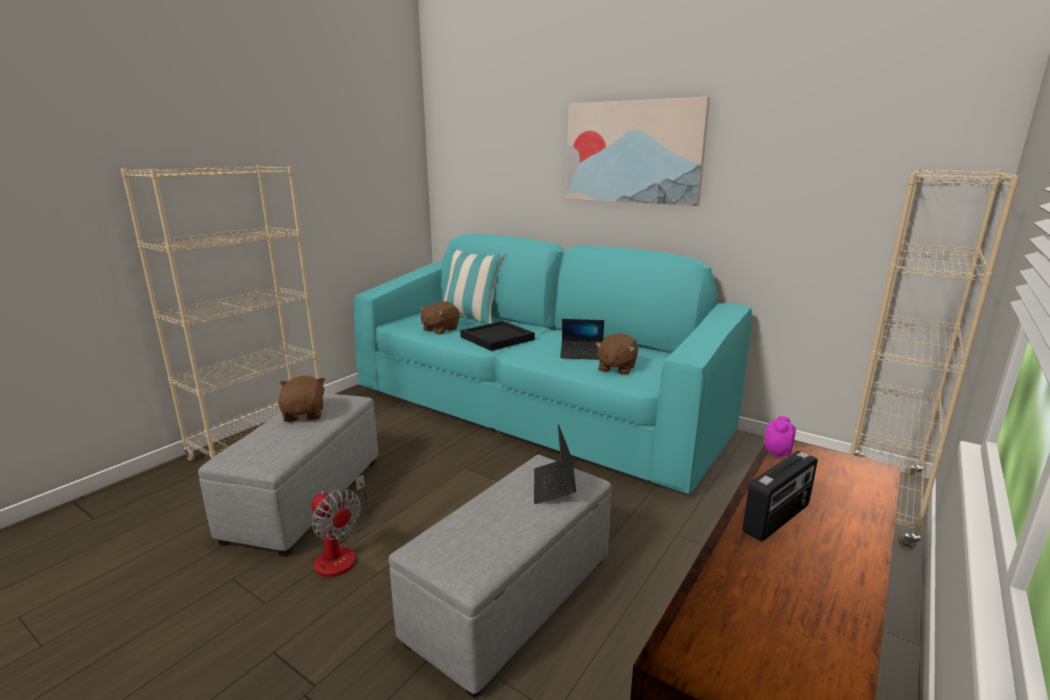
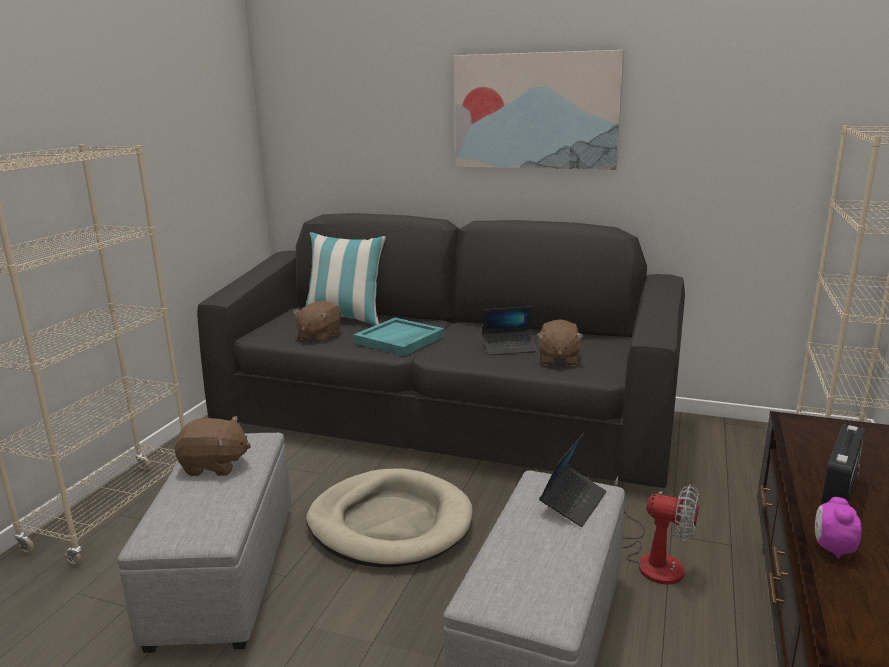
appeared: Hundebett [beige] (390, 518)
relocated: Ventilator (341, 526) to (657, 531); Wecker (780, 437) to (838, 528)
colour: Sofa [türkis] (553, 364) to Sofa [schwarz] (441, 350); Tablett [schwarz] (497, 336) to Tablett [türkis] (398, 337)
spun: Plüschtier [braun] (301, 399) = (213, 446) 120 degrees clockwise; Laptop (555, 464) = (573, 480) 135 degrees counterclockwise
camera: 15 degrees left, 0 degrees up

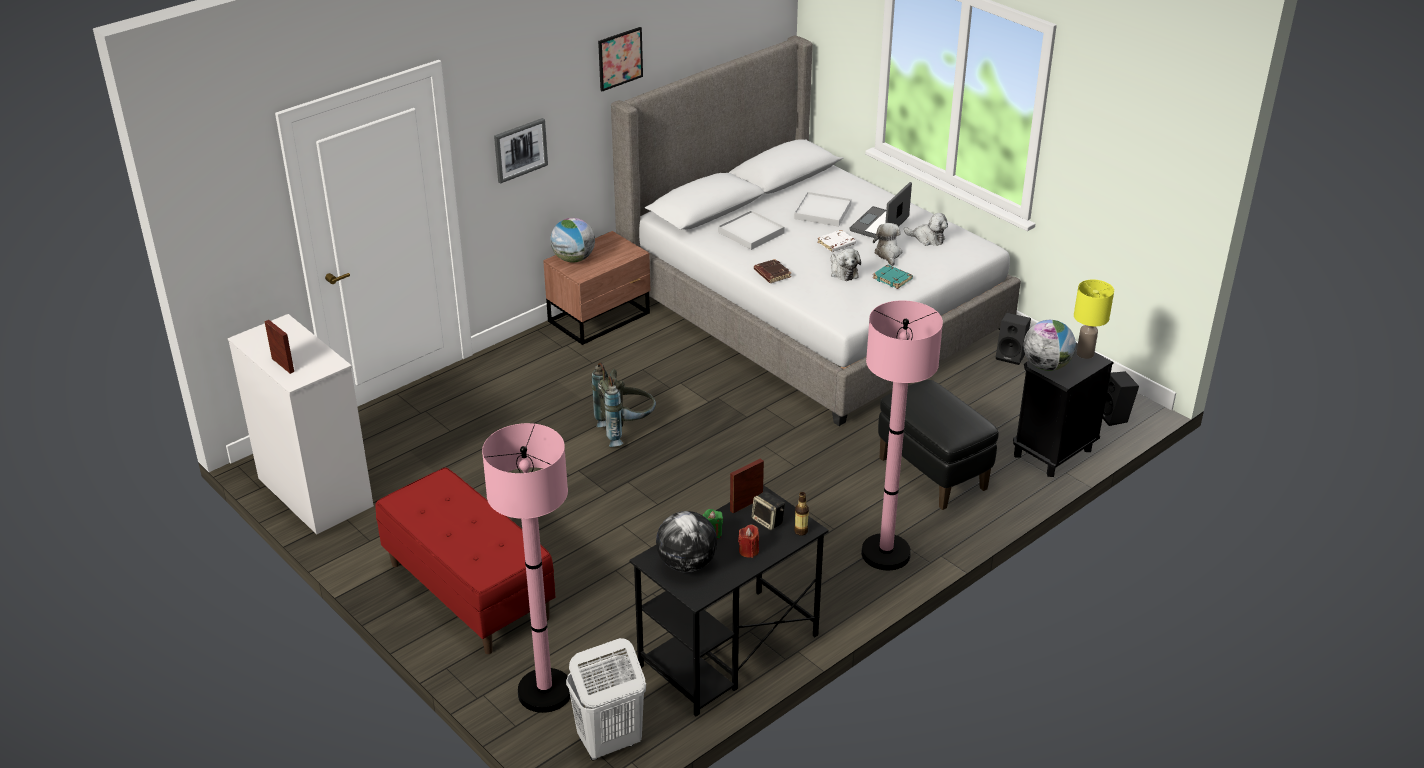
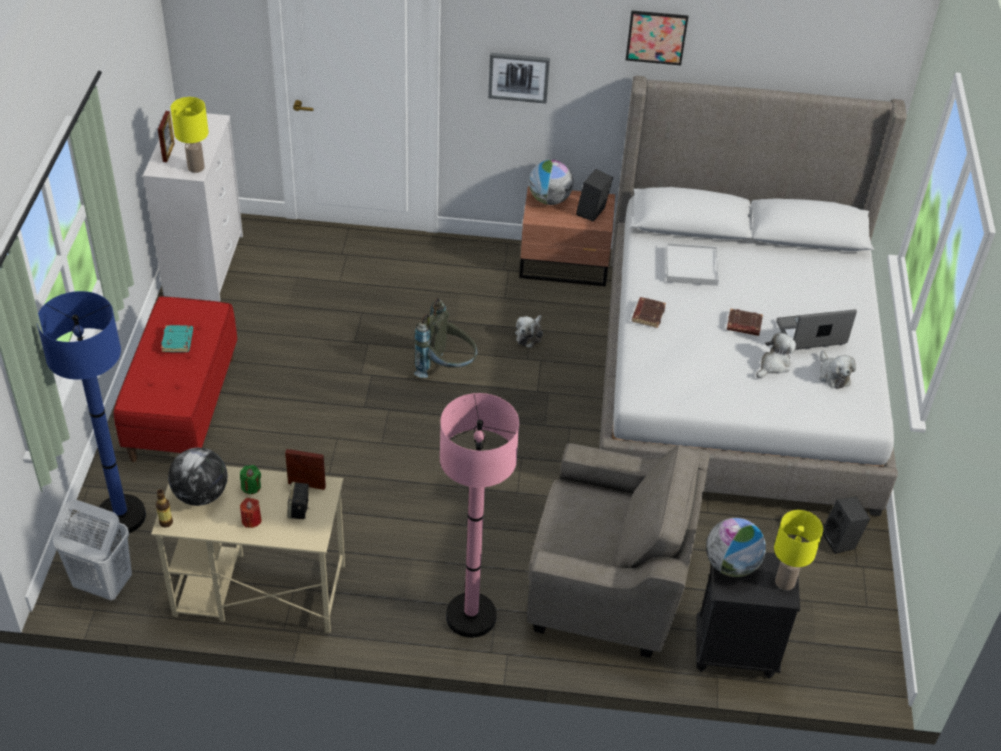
missing: Tablett [weiß] (822, 209)
appeared: Tischlampe [gelb] (190, 135)
relocated: Flasche (801, 514) to (164, 508); Plüschtier (846, 264) to (529, 331); Buch [türkis] (893, 277) to (177, 338); Lautsprecher [schwarz] (1120, 398) to (594, 195)
exchanged: Polsterhocker [schwarz] (938, 445) to Sessel [grau] (618, 550)
colour: Stehlampe [rosa] (526, 568) to Stehlampe [blau] (91, 413); Schreibtisch [schwarz] (729, 600) to Schreibtisch [beige] (248, 549); Buch [weiß] (836, 241) to Buch [braun] (745, 322)
camera: 45 degrees right, 10 degrees up

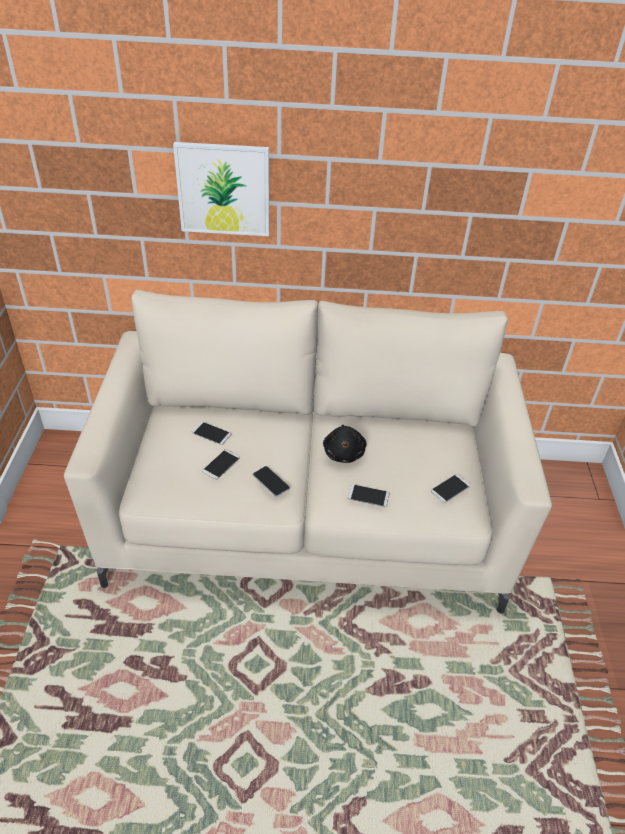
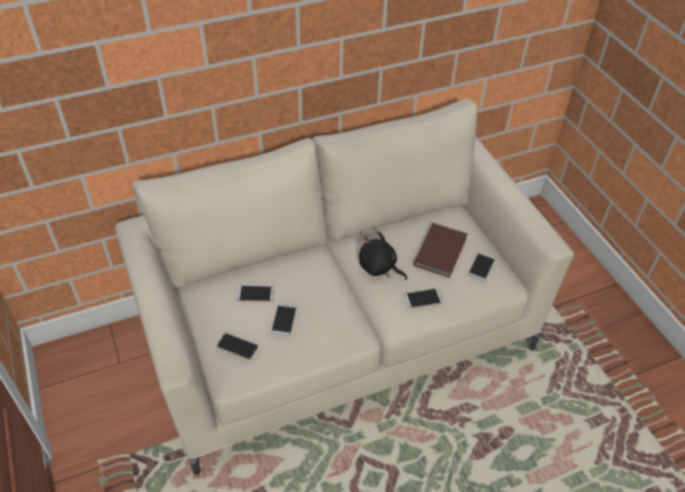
missing: Bild (221, 189)
appeared: Buch [braun] (440, 250)
relocated: Handy (271, 481) to (237, 346)
spun: Plüschtier [schwarz] (345, 444) = (383, 255) 150 degrees clockwise
camera: 25 degrees left, 5 degrees up

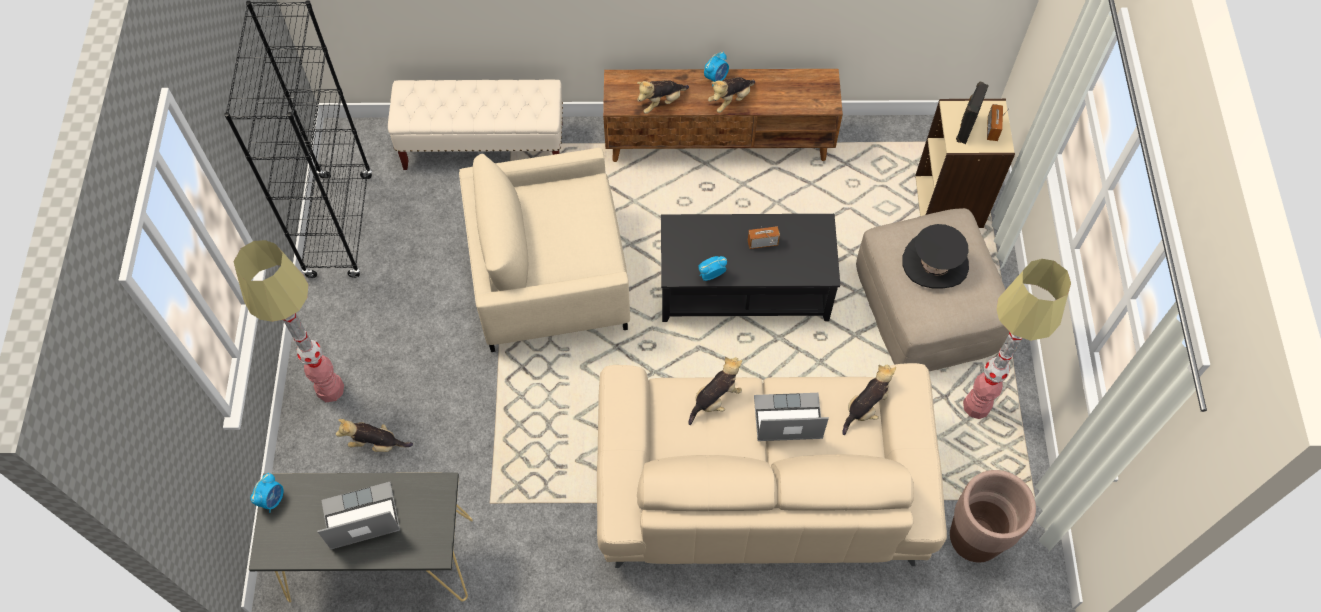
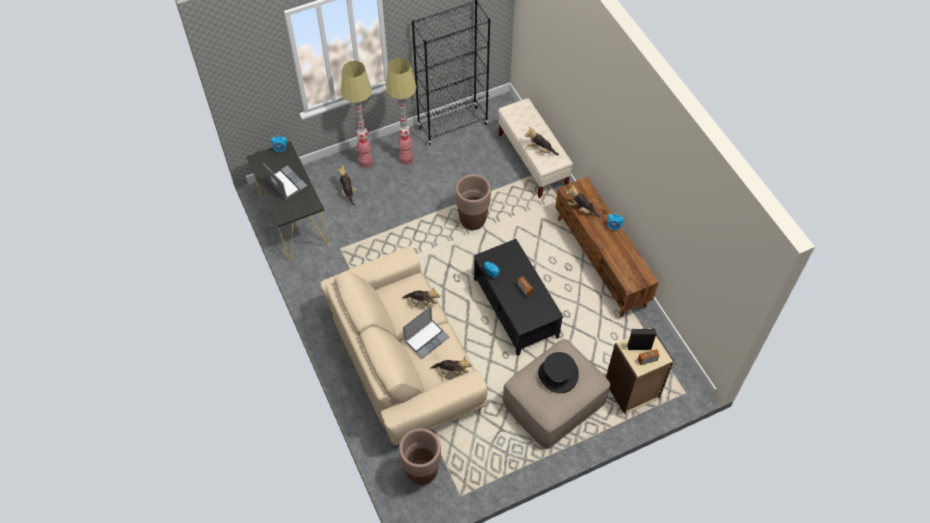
relocated: Plüschtier (731, 95) to (541, 141); Stehlampe (1017, 339) to (401, 111)
exchanged: Sessel [beige] (544, 250) to Pflanzkübel [braun] (473, 202)
spun: Laptop (791, 417) = (426, 332) 75 degrees clockwise
camera: 65 degrees right, 5 degrees down

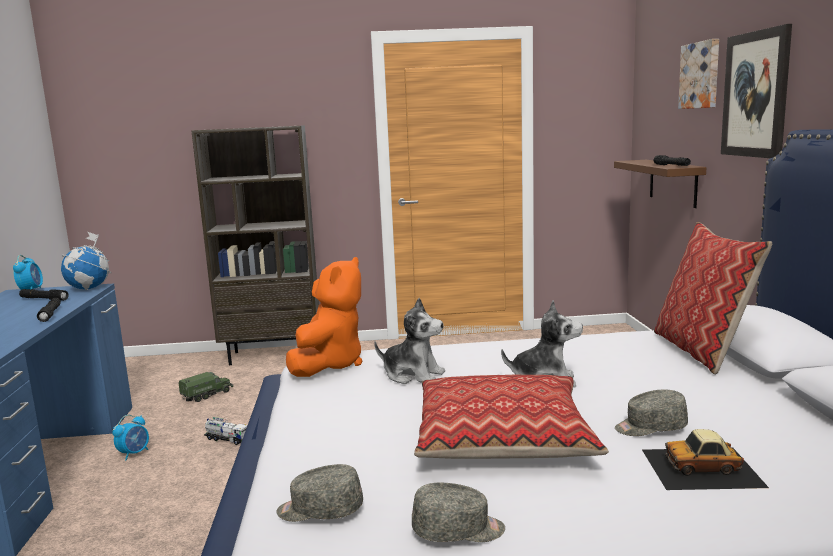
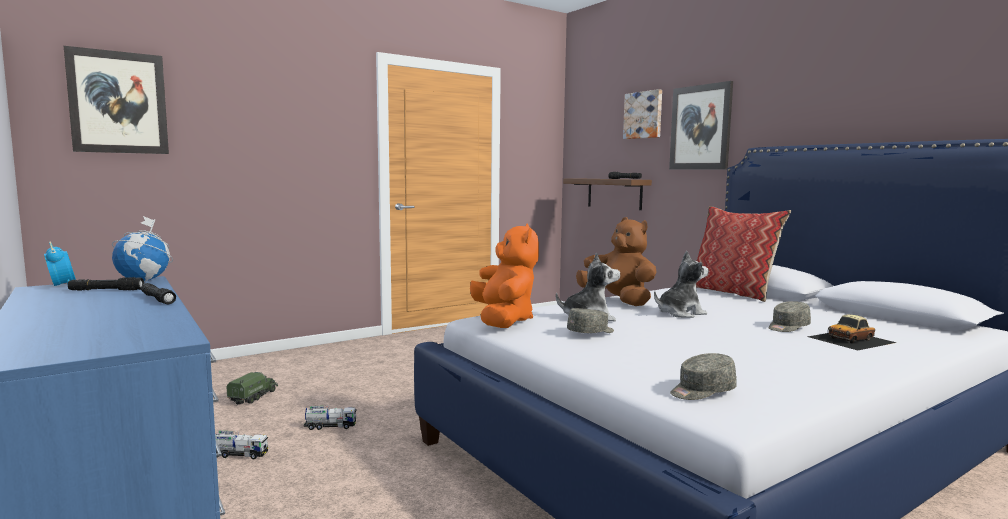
missing: Bücherregal [braun] (255, 245); Kissen (511, 417)
appeared: Bild (116, 100); Plüschtier [braun] (616, 261)
relocated: Kappe [grau] (458, 512) to (590, 320)
exchanged: Wecker (130, 437) to Spielzeuglaster (241, 445)
camera: 30 degrees left, 5 degrees down

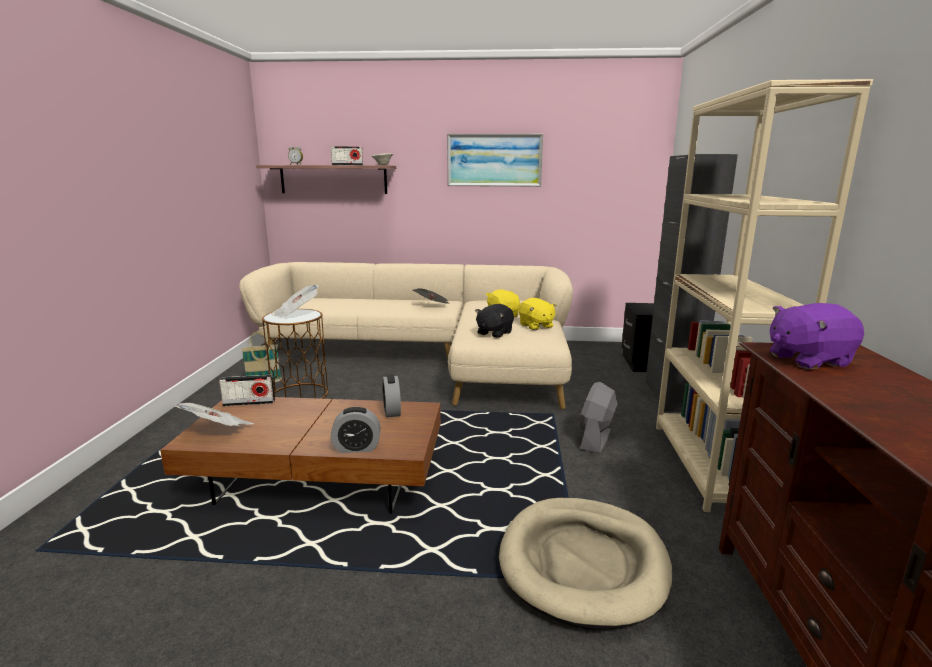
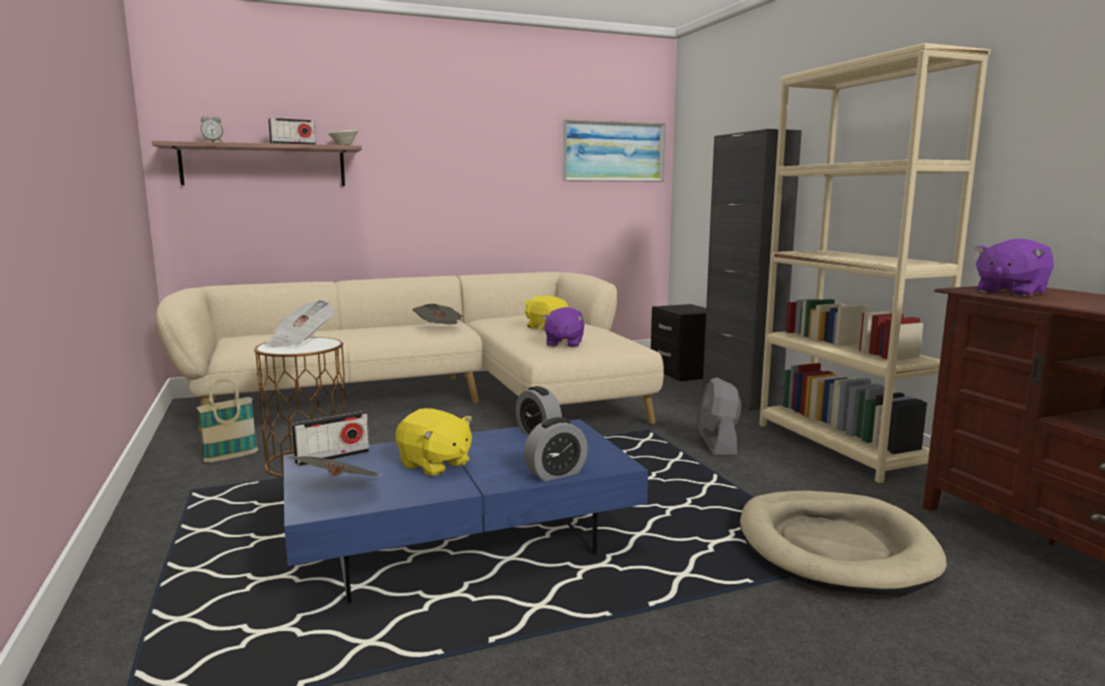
relocated: Bild (495, 160) to (614, 150); Plüschtier [gelb] (538, 314) to (434, 442)
colour: Couchtisch [braun] (300, 455) to Couchtisch [blau] (465, 511); Plüschtier [schwarz] (494, 321) to Plüschtier [lila] (563, 327)
camera: 25 degrees left, 5 degrees down

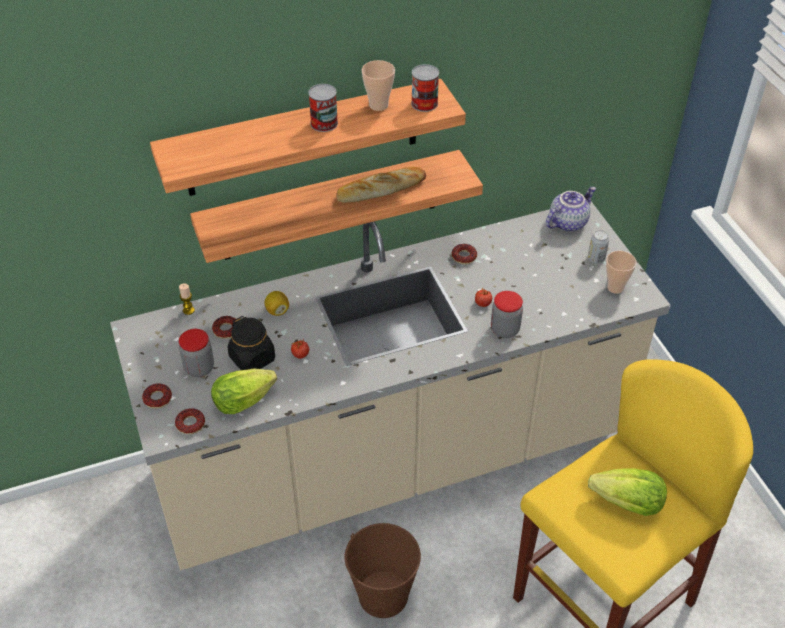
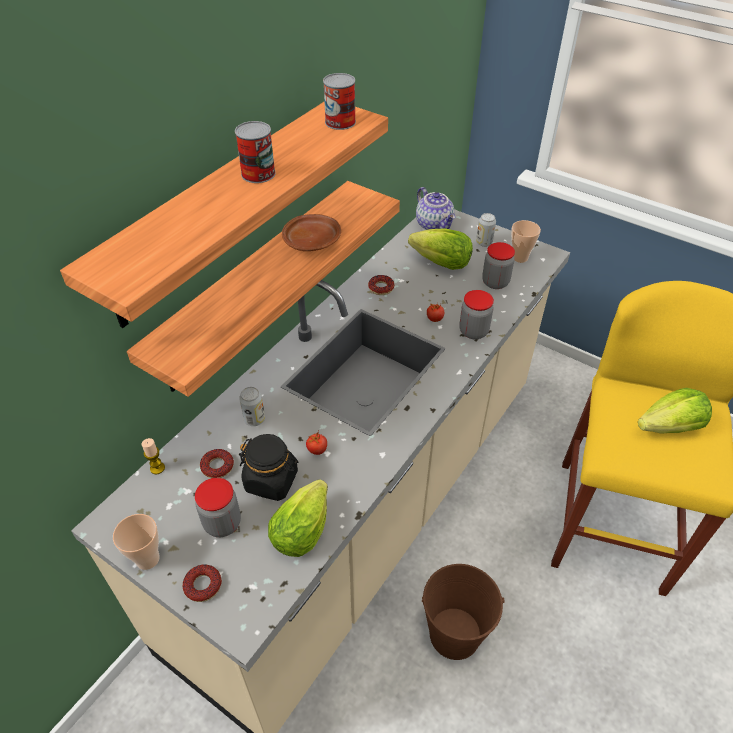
missing: Donut (190, 421)
appeared: Salatkopf (440, 249); Vorratsglas (498, 265)
relocated: Tasse (378, 85) to (136, 542)
exchanged: Zitrone (277, 303) to Dose (252, 406); Brot (381, 185) to Teller [braun] (311, 232)
spun: Teekanne (571, 209) = (435, 208) 135 degrees clockwise
camera: 35 degrees left, 0 degrees up

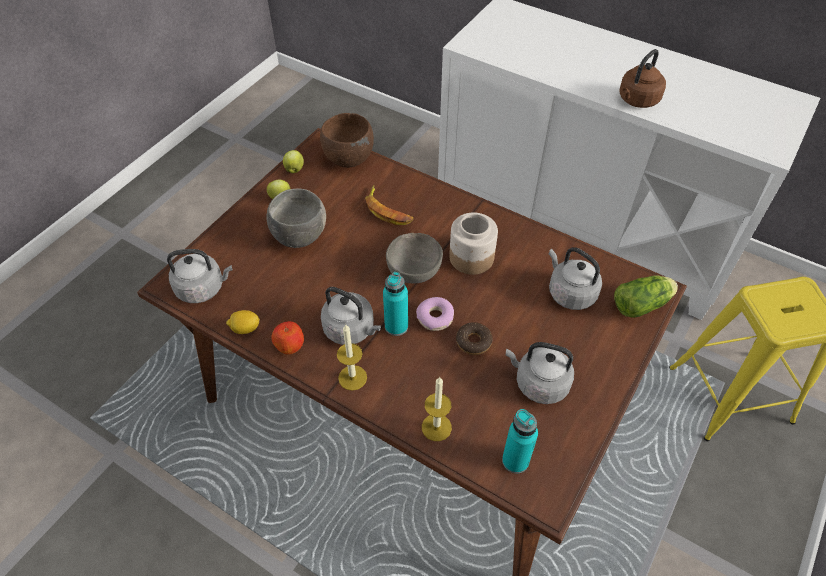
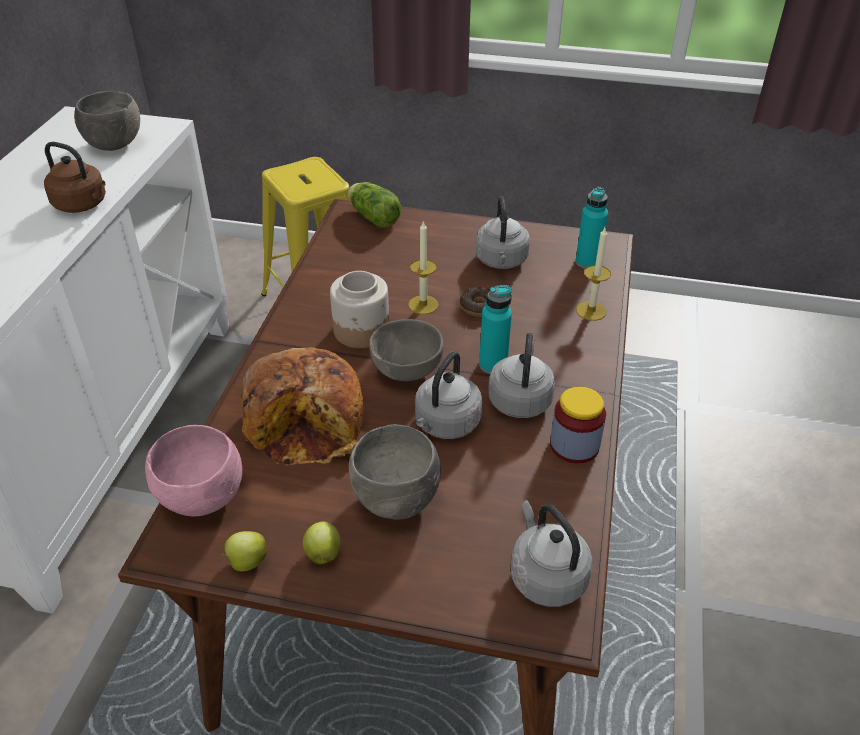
missing: Zitrone (243, 322); Donut (435, 314)
appeared: Schüssel [grau] (107, 121)
relocated: Kerze (352, 357) to (423, 268); Wasserkessel [grau] (575, 278) to (448, 395)
exchanged: Apfel (287, 338) to Vorratsglas (578, 425); Banane (389, 205) to Brot (302, 406)
colour: Schüssel [braun] (347, 140) to Schüssel [rosa] (194, 470)
camera: 110 degrees left, 10 degrees down

